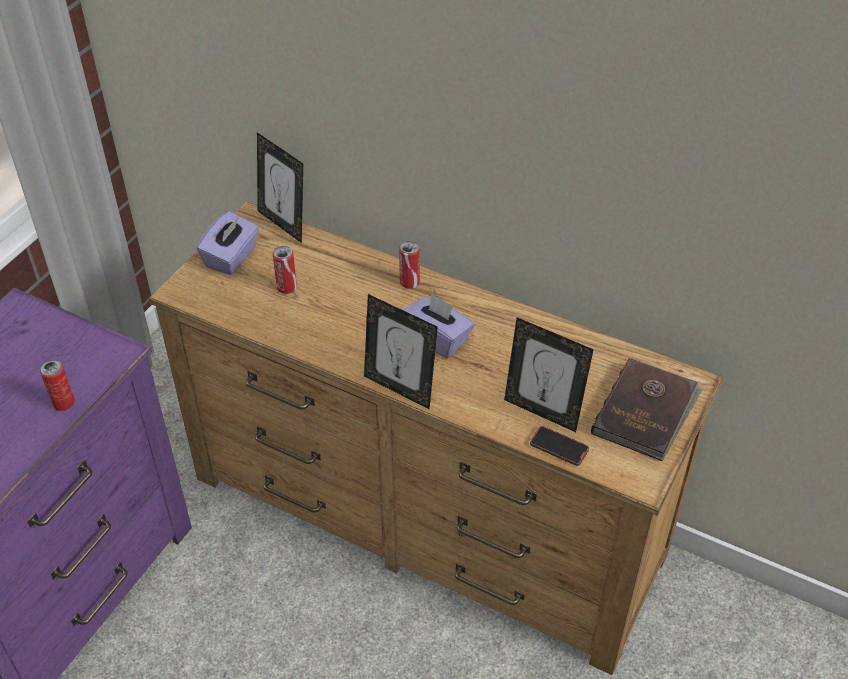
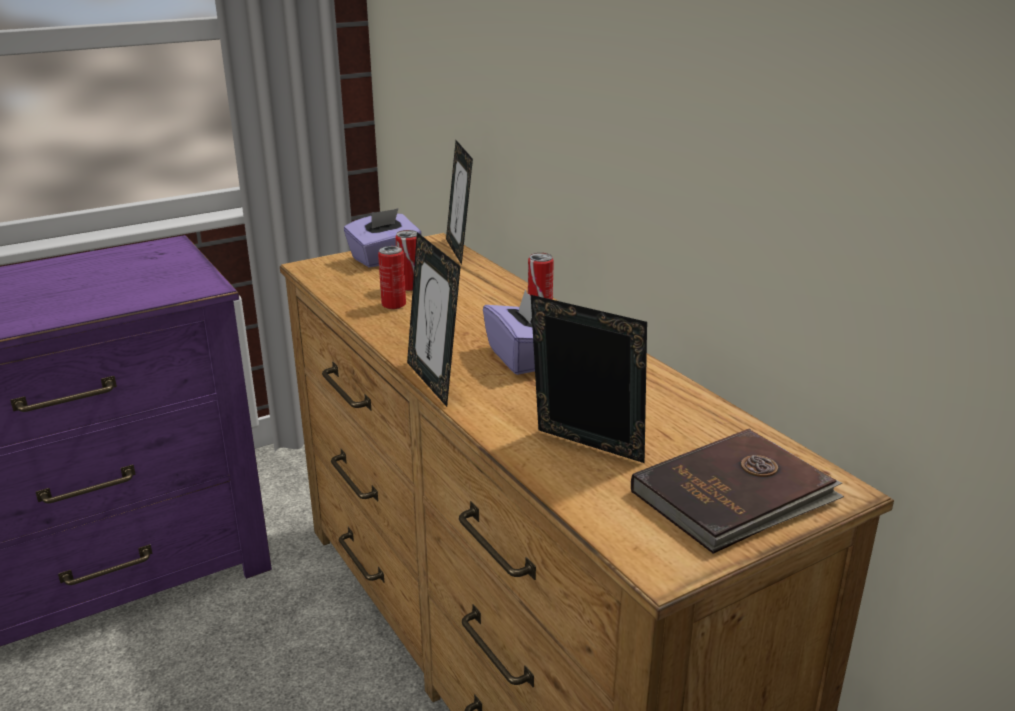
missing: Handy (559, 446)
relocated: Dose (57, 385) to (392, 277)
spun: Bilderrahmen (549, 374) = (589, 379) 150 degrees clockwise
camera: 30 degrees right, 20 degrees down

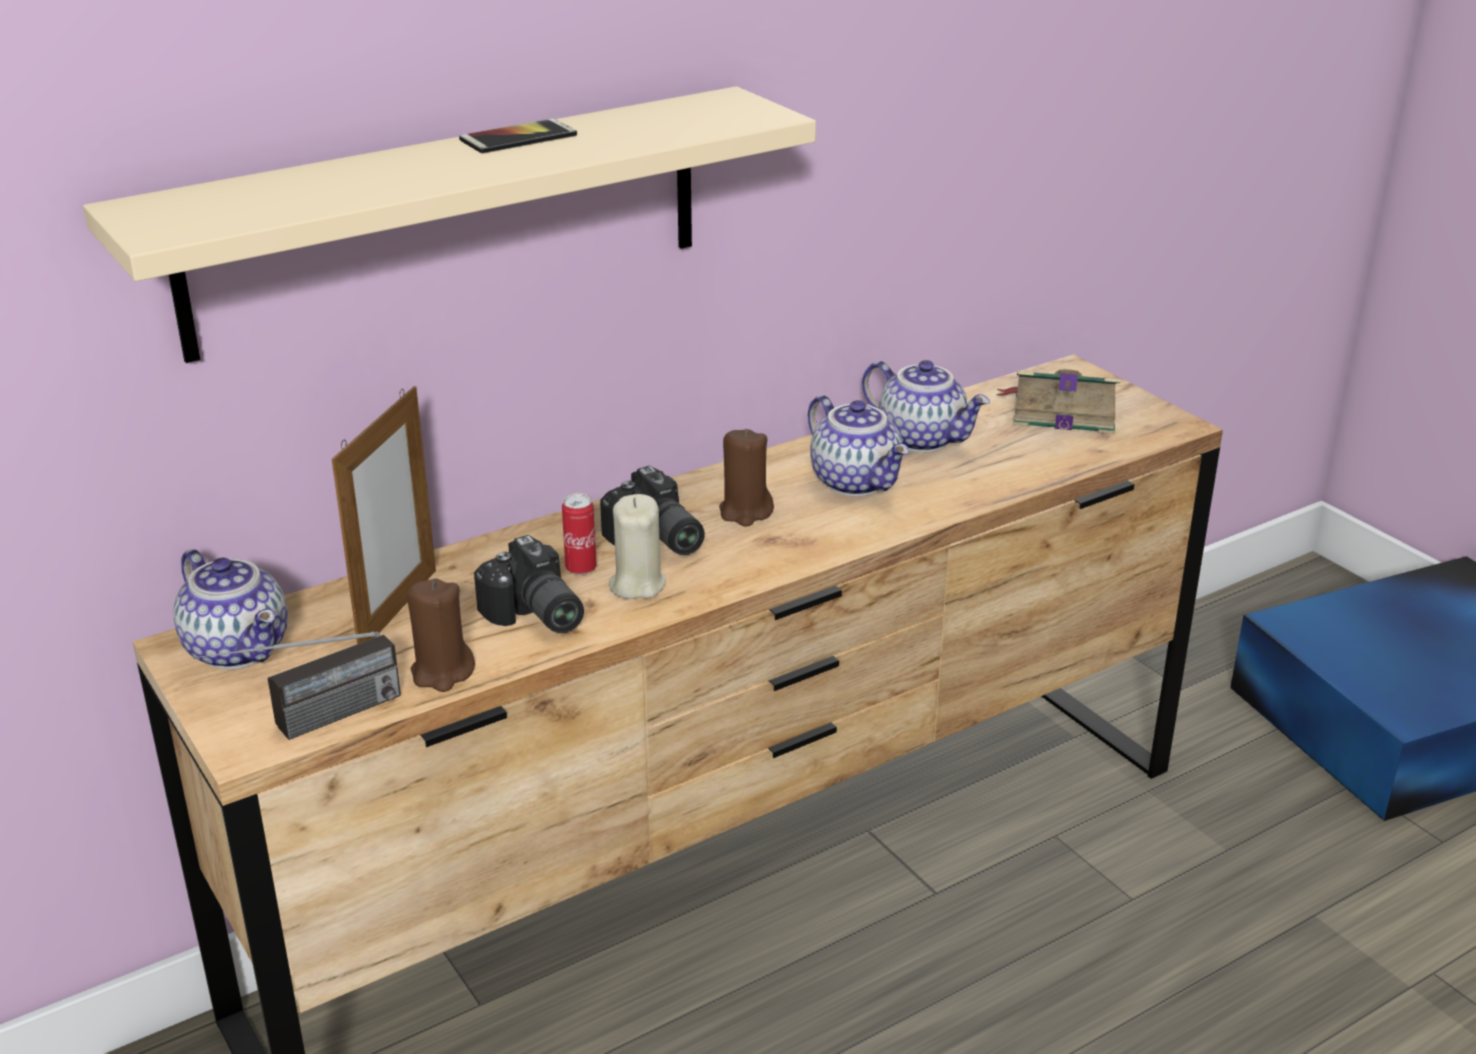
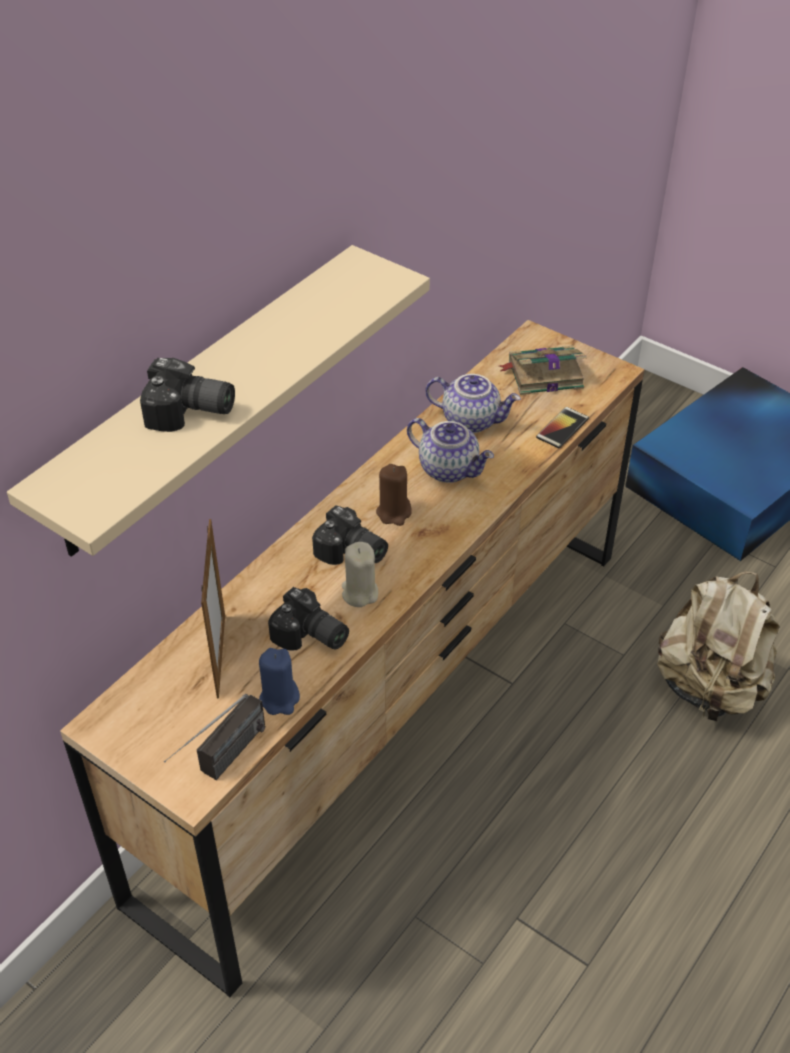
missing: Teekanne (230, 609); Dose (579, 534)
appeared: Kamera (187, 395); Rucksack [beige] (718, 646)
relocated: Handy (518, 136) to (562, 427)
colour: Kerze [braun] (441, 635) to Kerze [blau] (279, 681)
camera: 20 degrees left, 15 degrees up

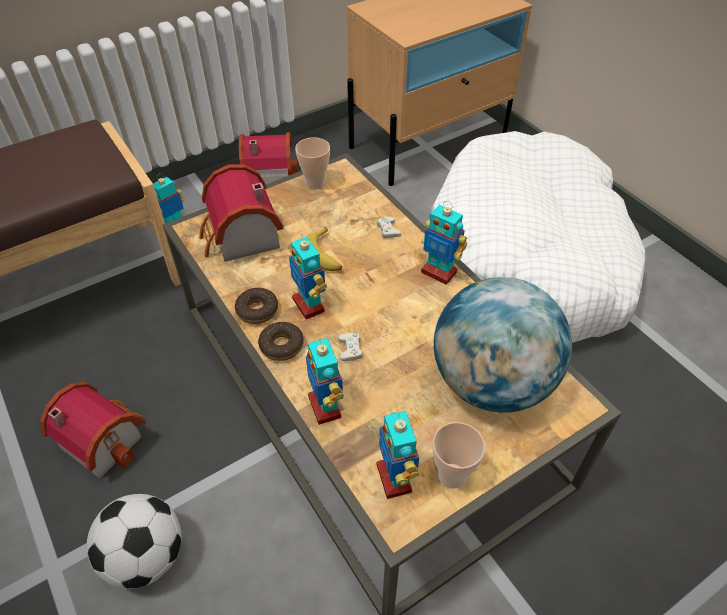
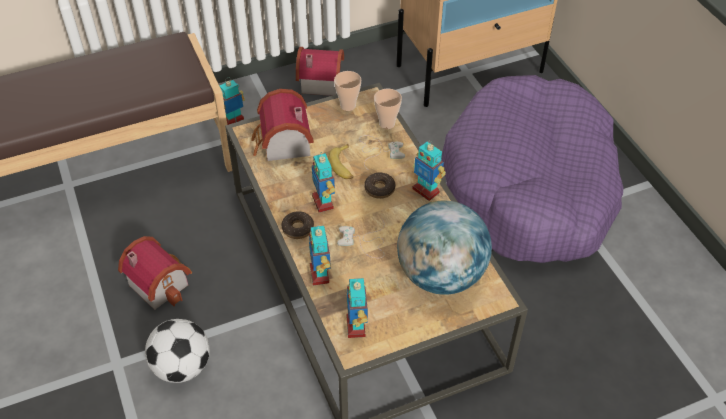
relocated: Donut (256, 306) to (379, 186); Tasse (459, 455) to (388, 109)
colour: Hundebett [weiß] (538, 237) to Hundebett [lila] (532, 169)
camera: 10 degrees right, 0 degrees up

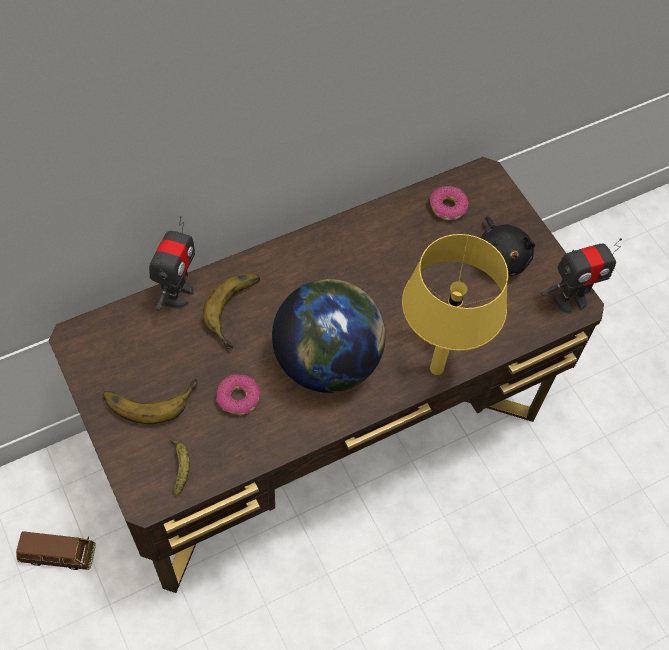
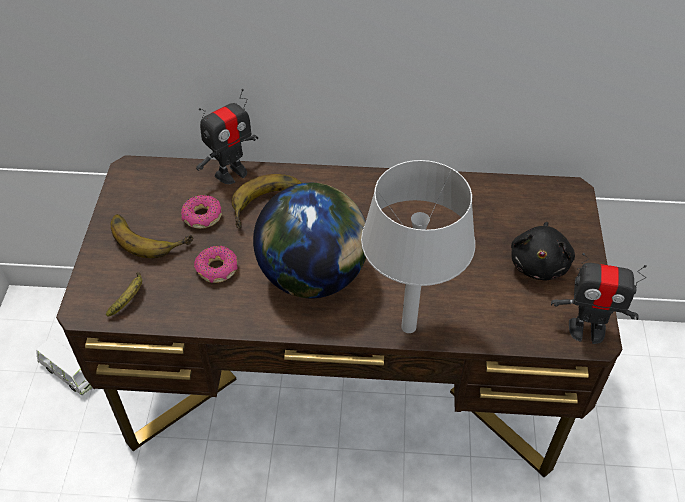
relocated: Donut (449, 203) to (201, 212)
colour: Spielzeugauto [braun] (56, 550) to Spielzeugauto [weiß] (64, 366); Tischlampe [gelb] (455, 304) to Tischlampe [grau] (418, 246)
camera: 35 degrees right, 10 degrees down

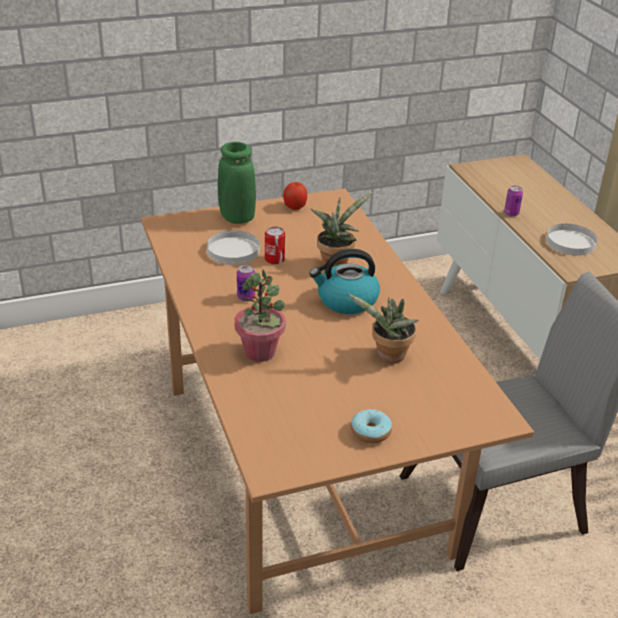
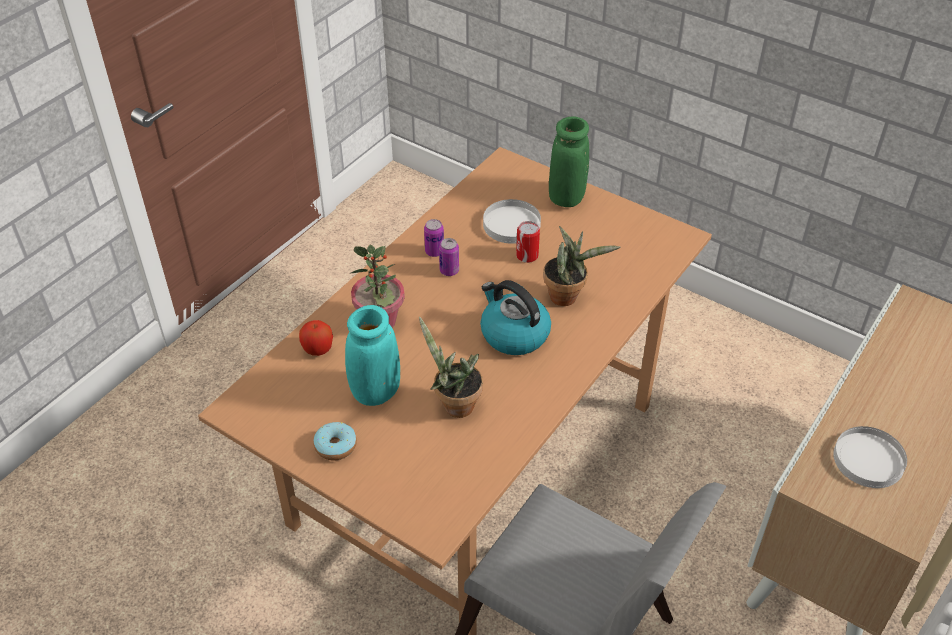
appeared: Vase [türkis] (372, 355)
relocated: Apfel (295, 196) to (316, 338); Dose (513, 201) to (434, 238)
camera: 55 degrees right, 10 degrees up

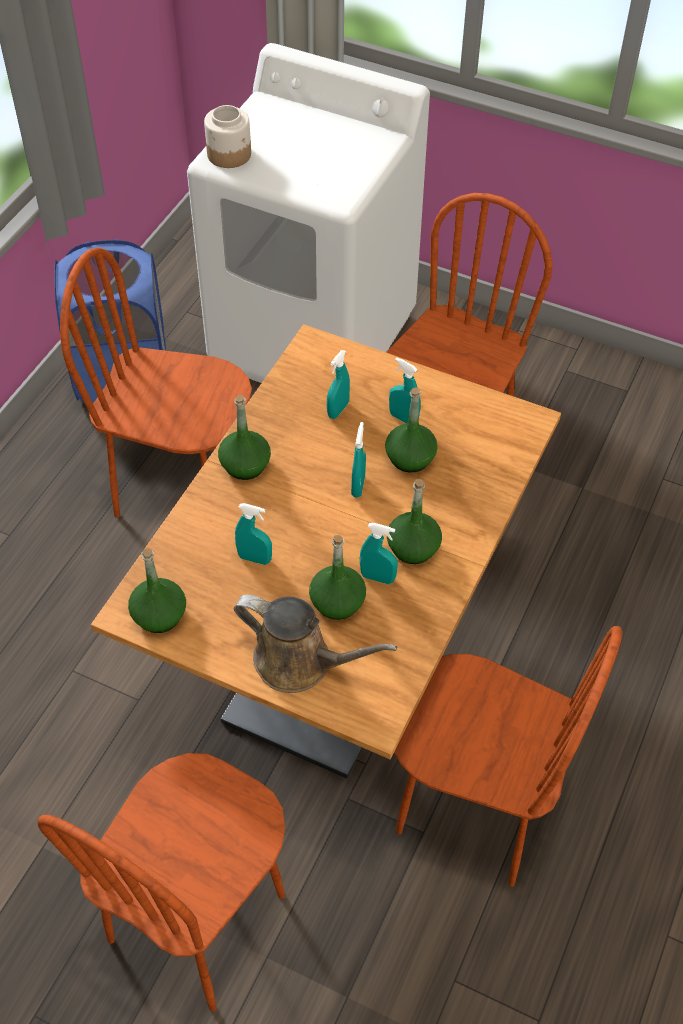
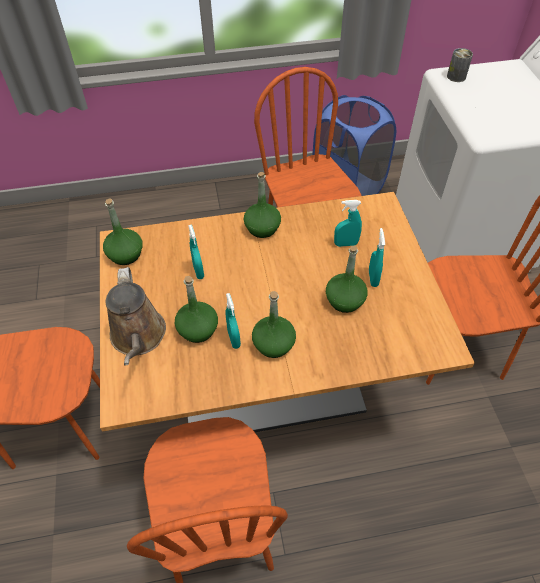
missing: Sprühflasche [türkis] (358, 460)
exchanged: Vorratsglas (227, 136) to Dose (460, 65)
camera: 55 degrees right, 0 degrees up

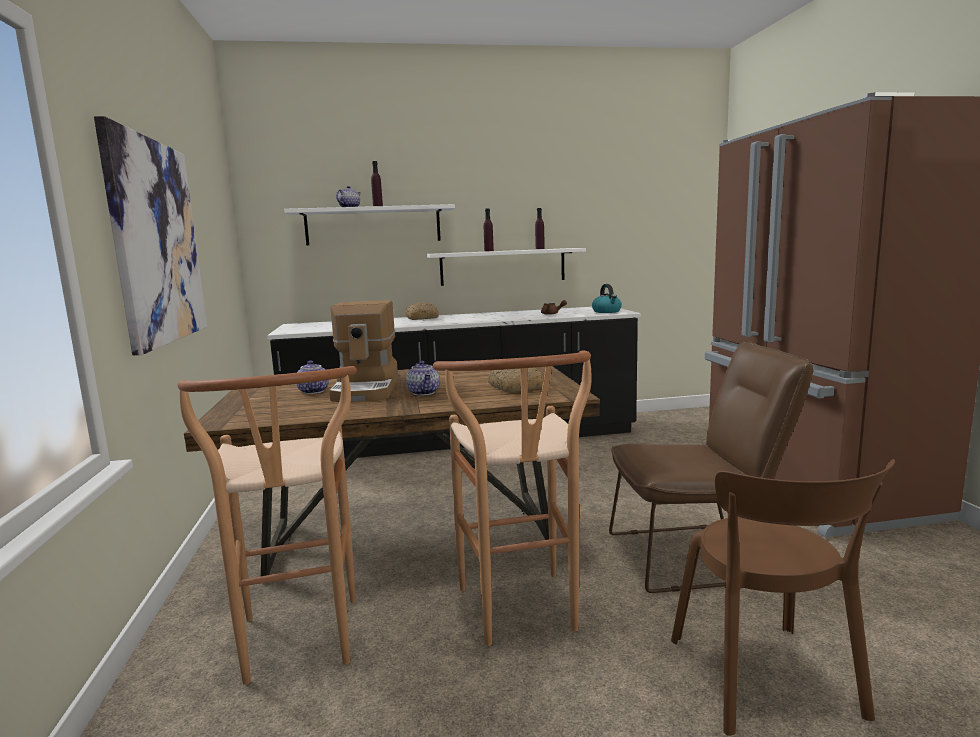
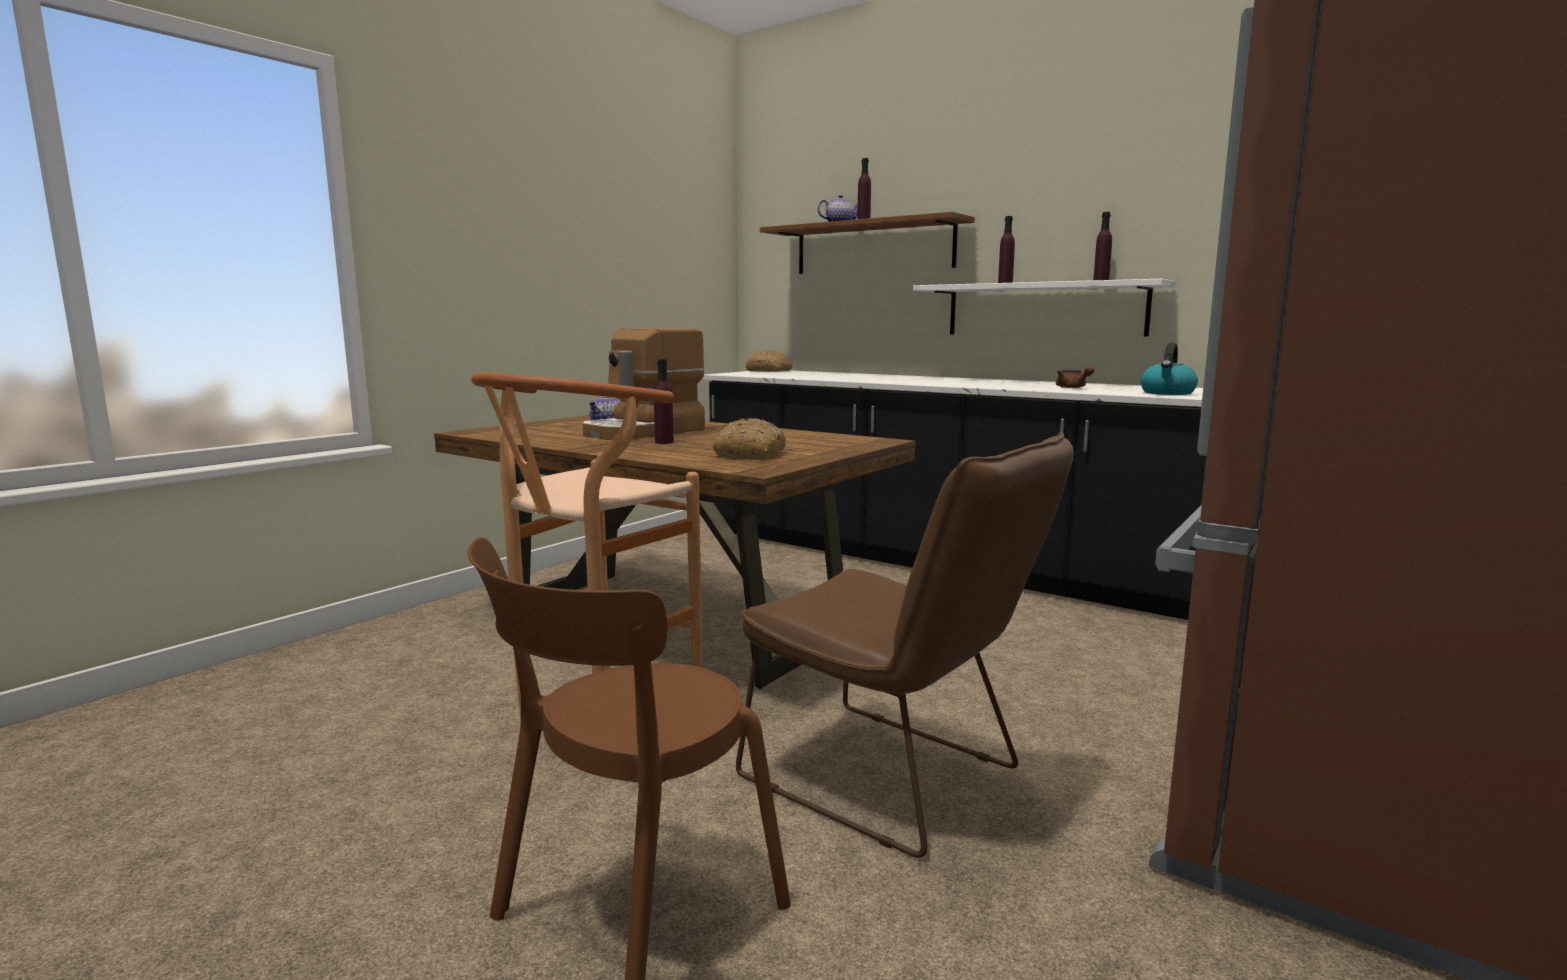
missing: Bild (150, 236); Hocker [braun] (267, 525)
relocated: Brot (422, 311) to (769, 361)
exchanged: Teekanne (423, 378) to Flasche [lila] (664, 401)
colour: Wandregal [weiß] (369, 224) to Wandregal [braun] (867, 243)
camera: 45 degrees right, 0 degrees up

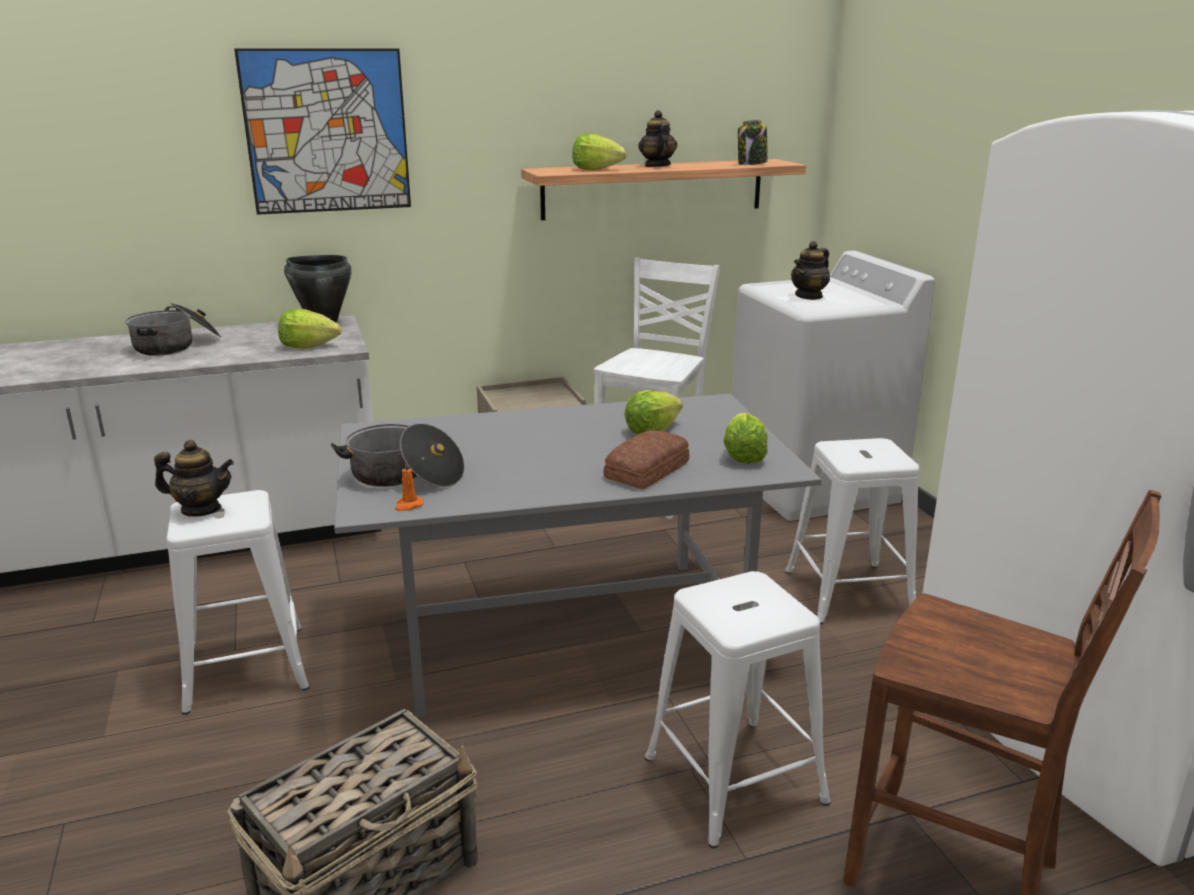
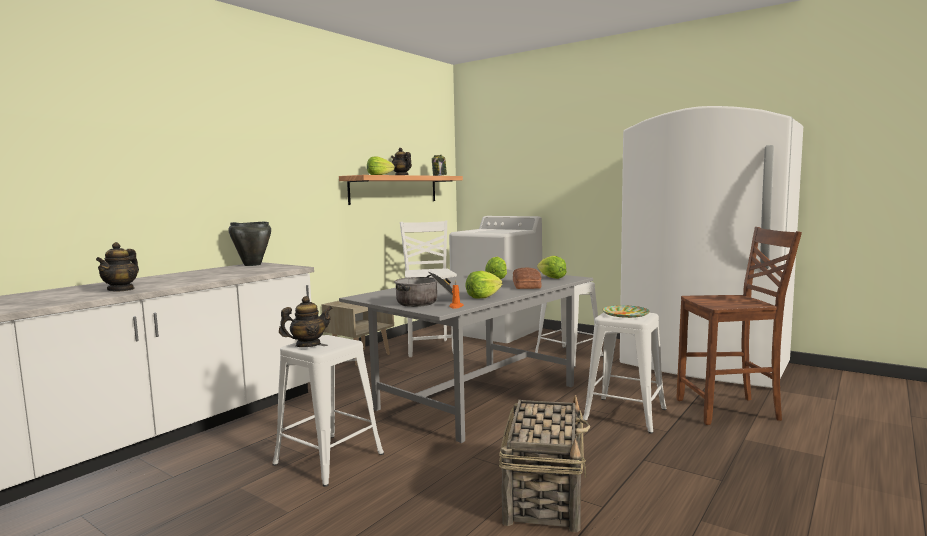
missing: Kochtopf (173, 329); Bild (322, 131)
appeared: Teller (626, 311)
relocated: Salatkopf (309, 329) to (483, 284); Teekanne (810, 270) to (117, 267)
camera: 35 degrees left, 15 degrees down

